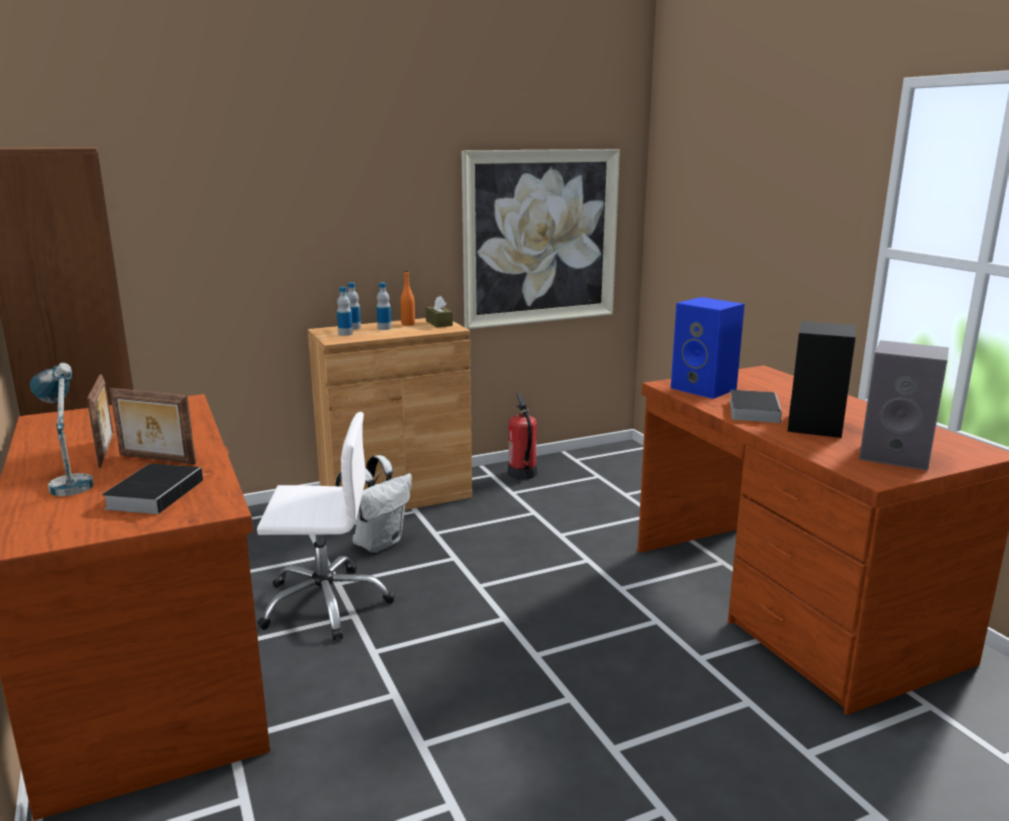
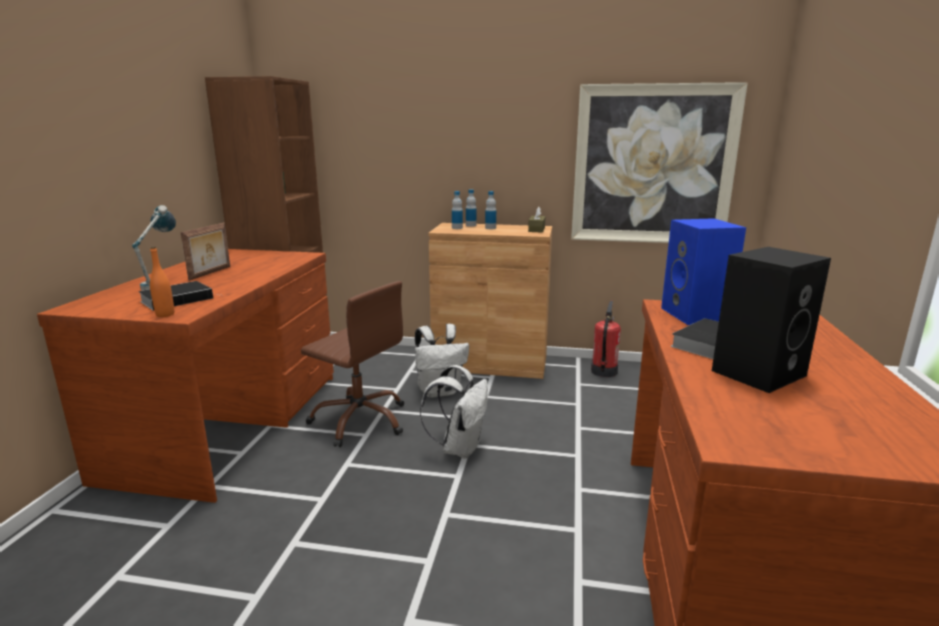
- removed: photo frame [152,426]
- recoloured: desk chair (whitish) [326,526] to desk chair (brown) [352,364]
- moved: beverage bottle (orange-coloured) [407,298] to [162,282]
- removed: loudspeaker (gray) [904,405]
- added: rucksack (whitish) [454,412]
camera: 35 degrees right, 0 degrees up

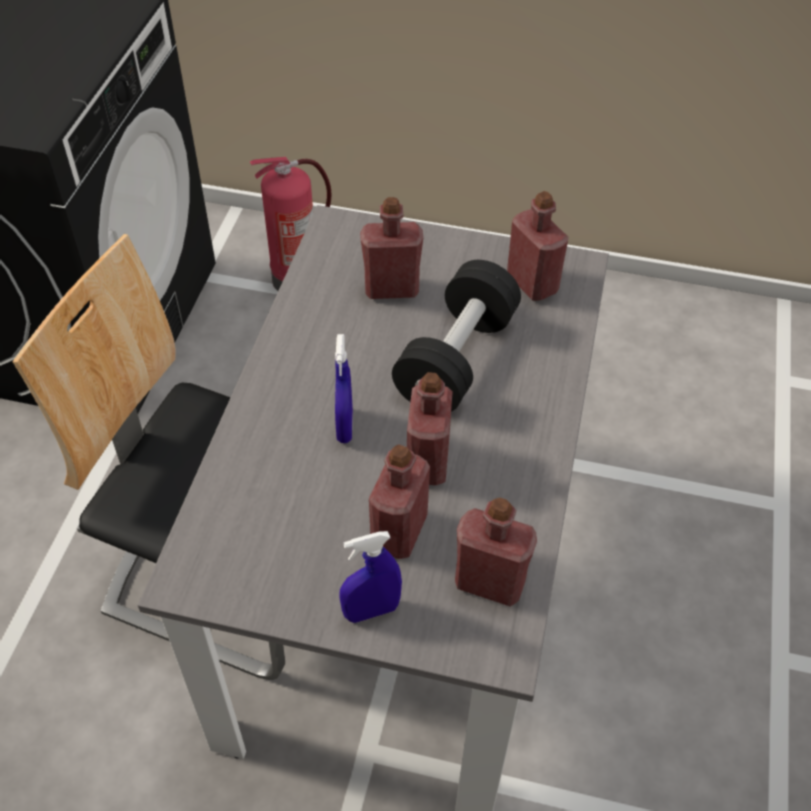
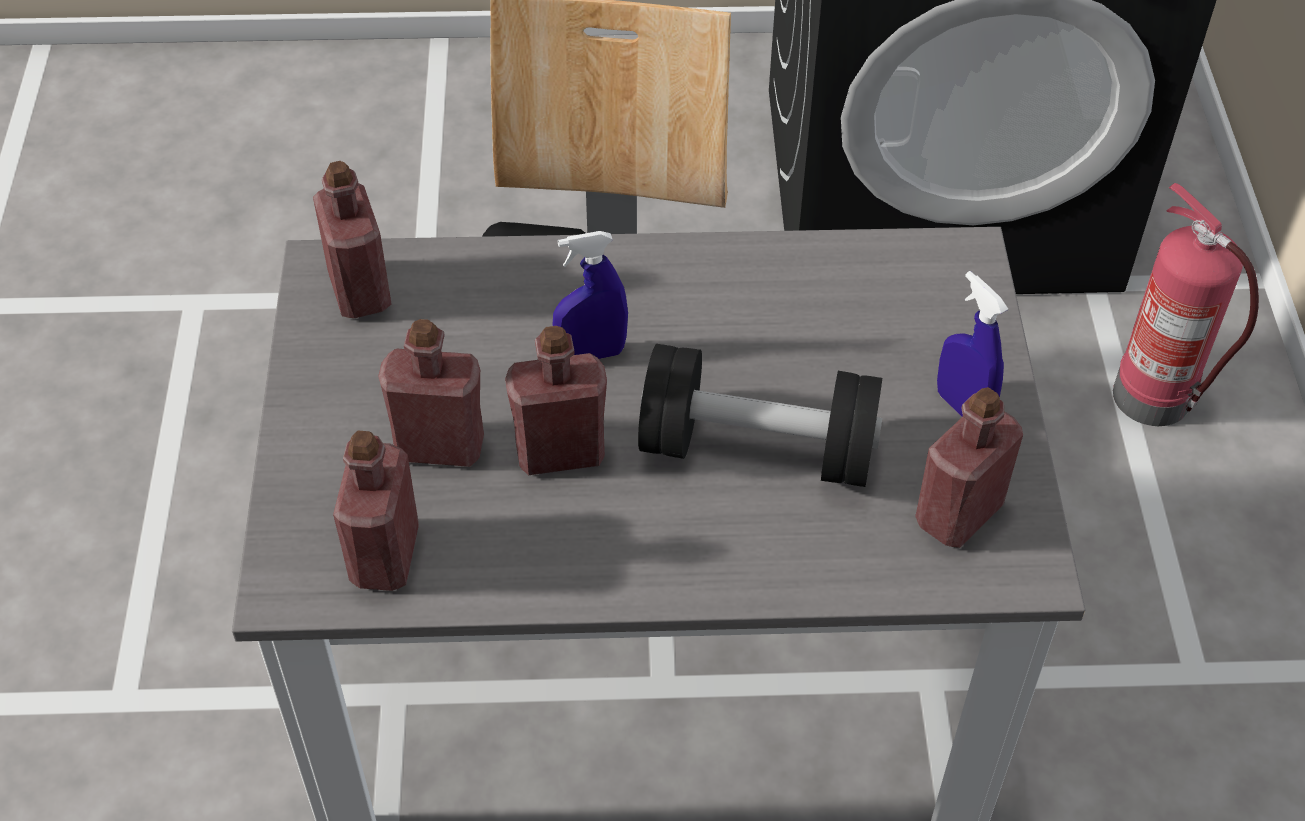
- moved: spray bottle (blue) [370,577] to [972,344]
- moved: beverage bottle (red-coloured) [391,248] to [352,239]
camera: 75 degrees right, 0 degrees up

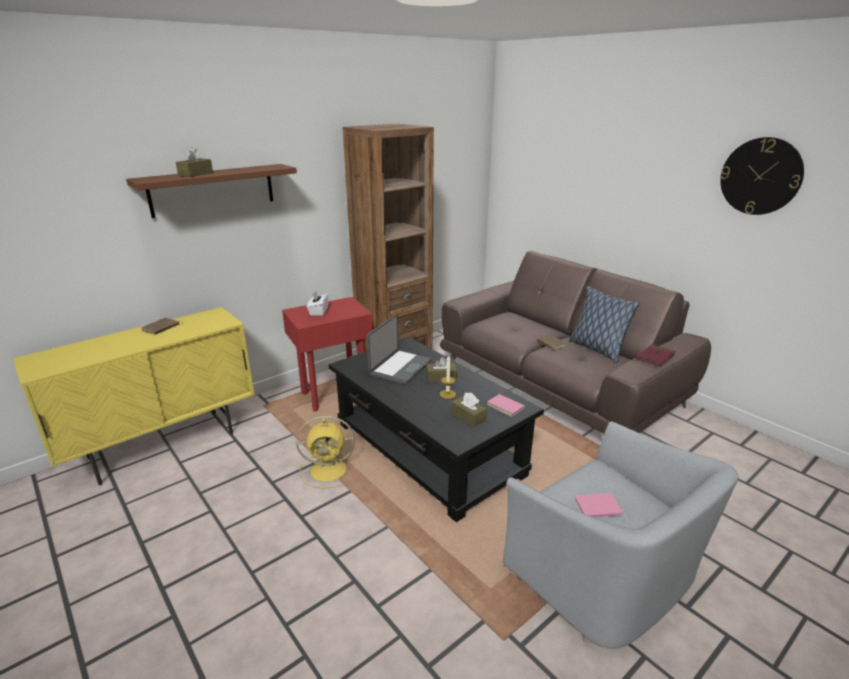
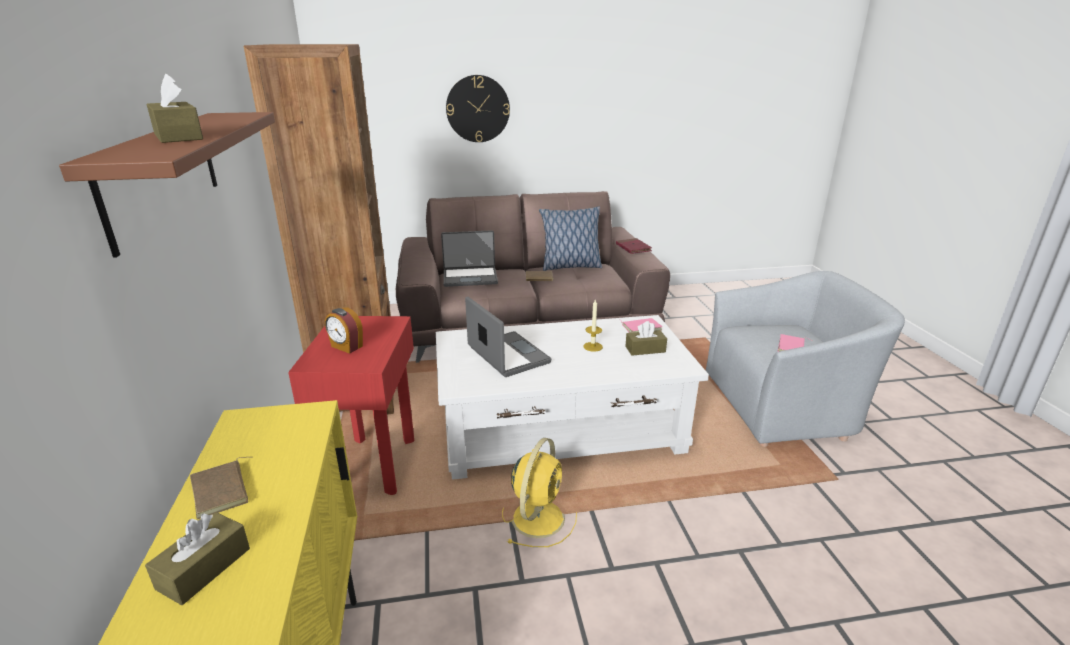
- replaced: tissue box (whitish) [317,303] to alarm clock [344,330]
- recoloured: low table (black-coloured) [436,429] to low table (whitish) [572,397]
- moved: tissue box (brown) [441,369] to [197,558]
- moved: wall clock [762,176] to [478,108]
- added: notebook computer [469,258]
camera: 60 degrees left, 0 degrees up

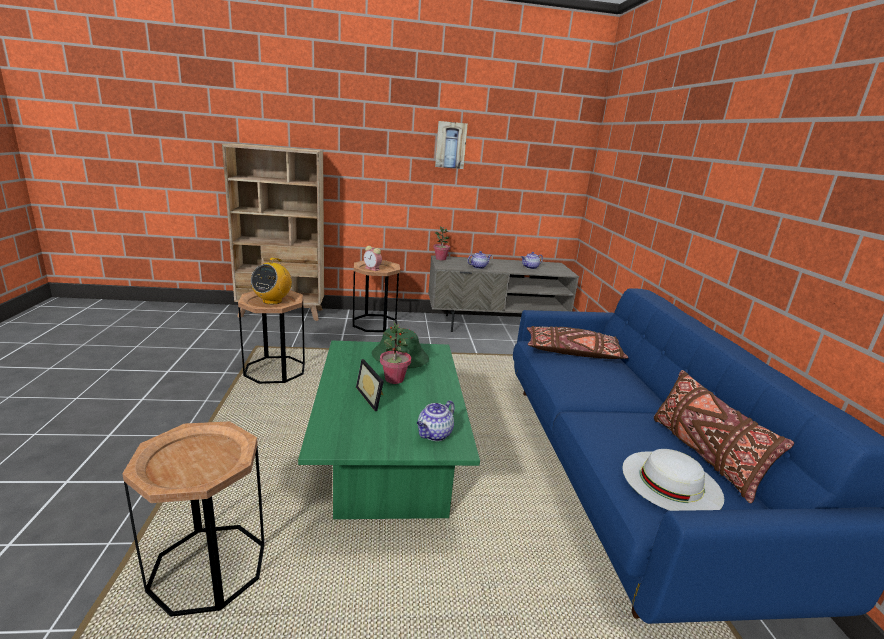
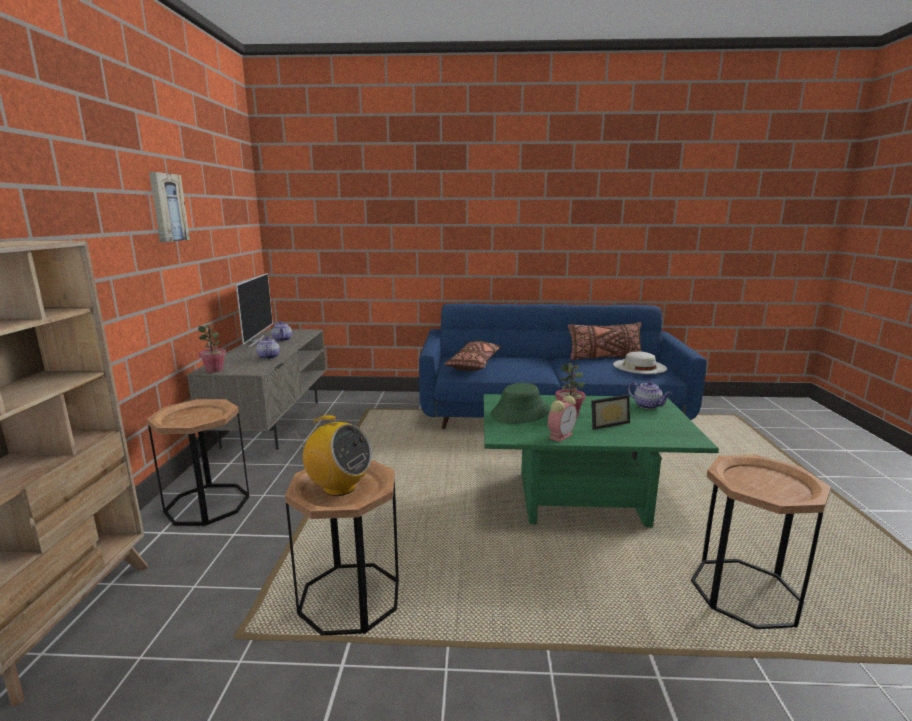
- moved: alarm clock [373,258] to [562,419]
- added: TV [254,310]
camera: 80 degrees left, 5 degrees down

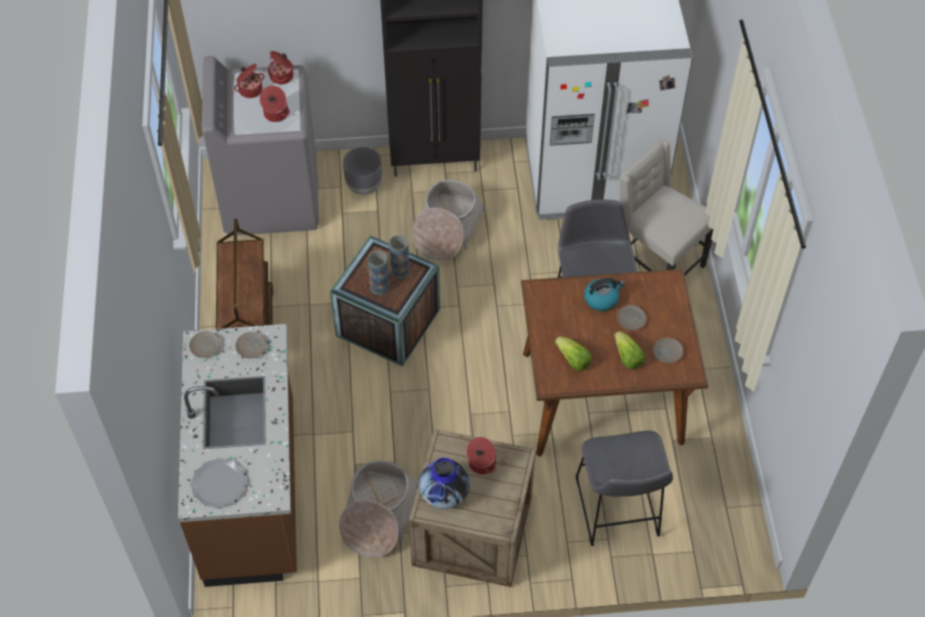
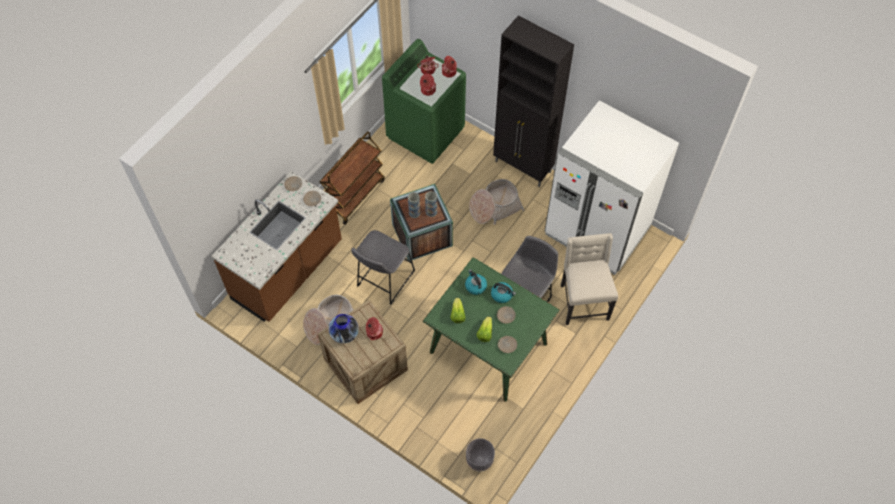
- removed: flat dish [218,483]
- recoloured: washing machine (gray) [260,146] to washing machine (greenish) [424,101]
- moved: plant pot (gray) [362,171] to [480,455]
- recoloured: dinner table (brown) [614,362] to dinner table (greenish) [491,329]
- moved: sitting stool (gray) [624,488] to [383,267]
- added: kettle [476,282]
camera: 40 degrees right, 5 degrees up

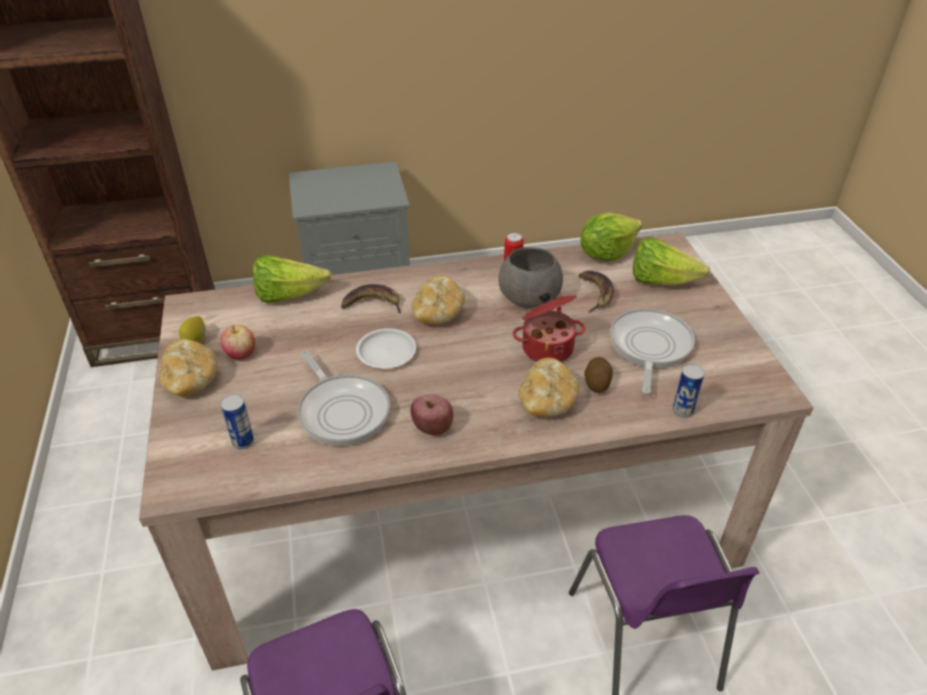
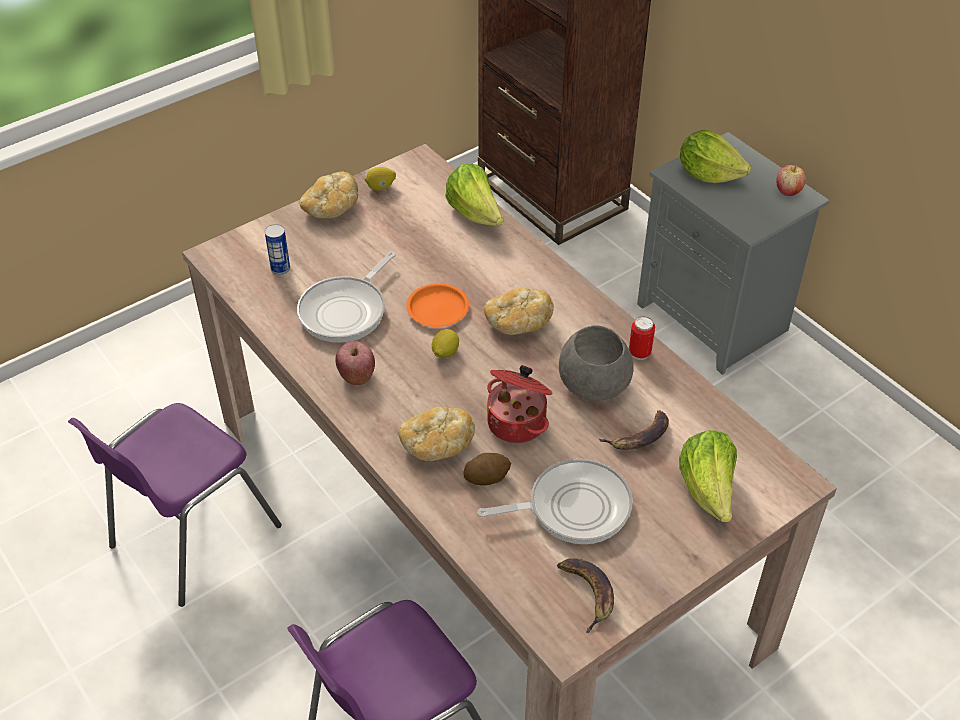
- moved: whole apple [238,342] to [791,180]
- moved: banana fruit [371,299] to [585,595]
- recoloured: flat dish (whitish) [386,348] to flat dish (orange-coloured) [437,305]
- moved: head of lettuce [611,237] to [715,156]
- removed: can [689,391]
- added: lemon [445,343]
camera: 65 degrees right, 5 degrees up

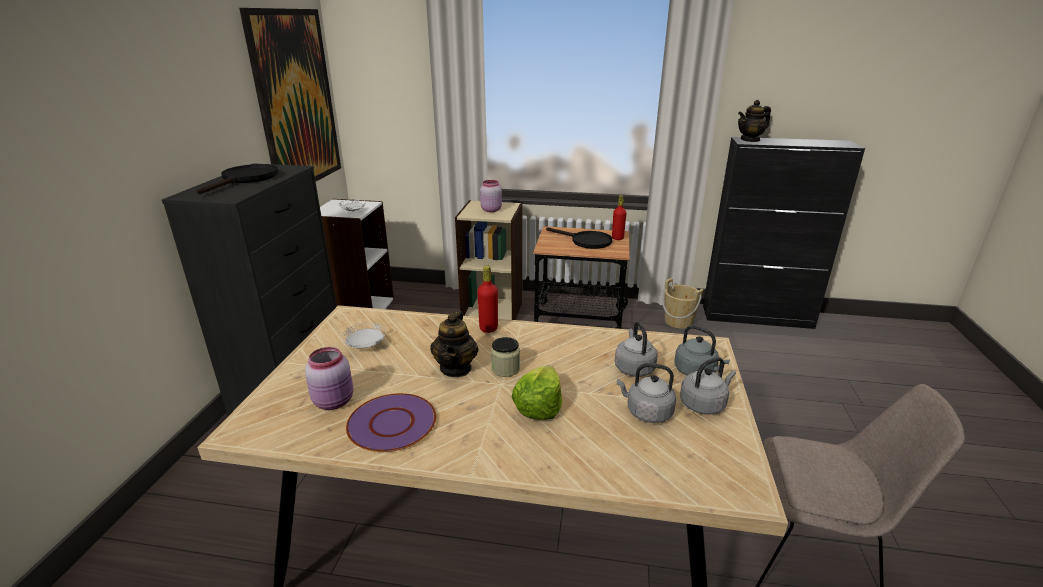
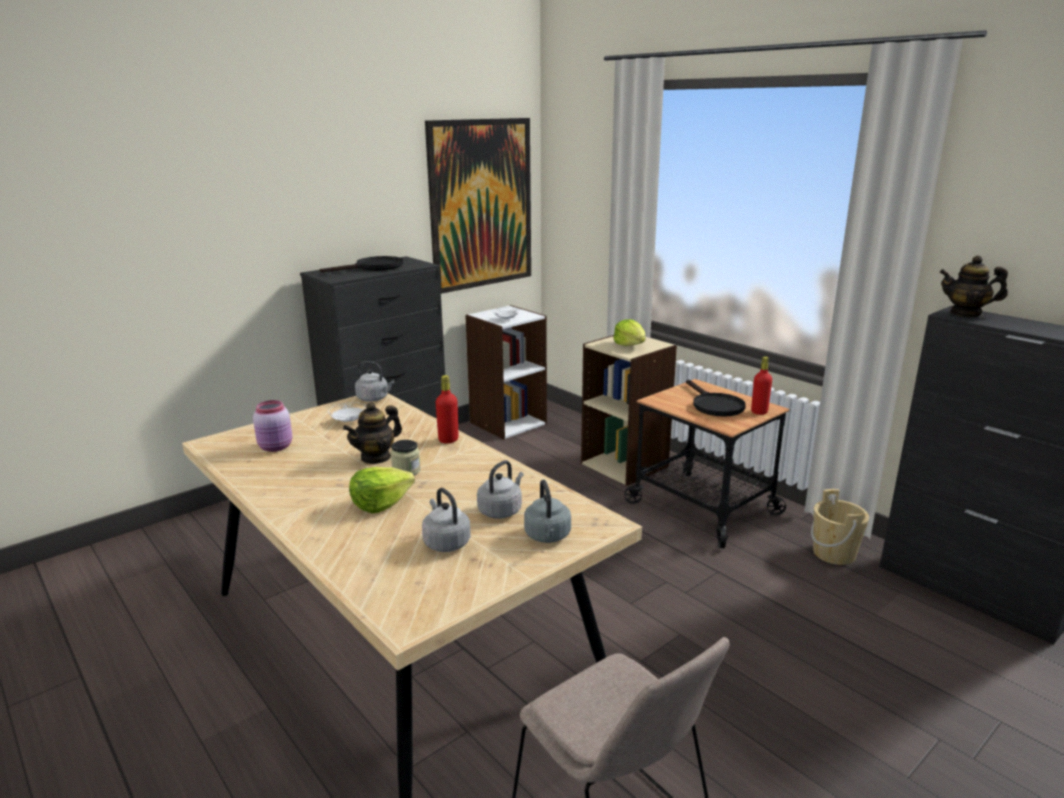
- removed: flat dish (purple) [391,422]
- replaced: preserve jar (pink-coloured) [491,196] to head of lettuce [629,332]
- moved: kettle (gray) [708,386] to [374,381]
camera: 40 degrees right, 5 degrees down

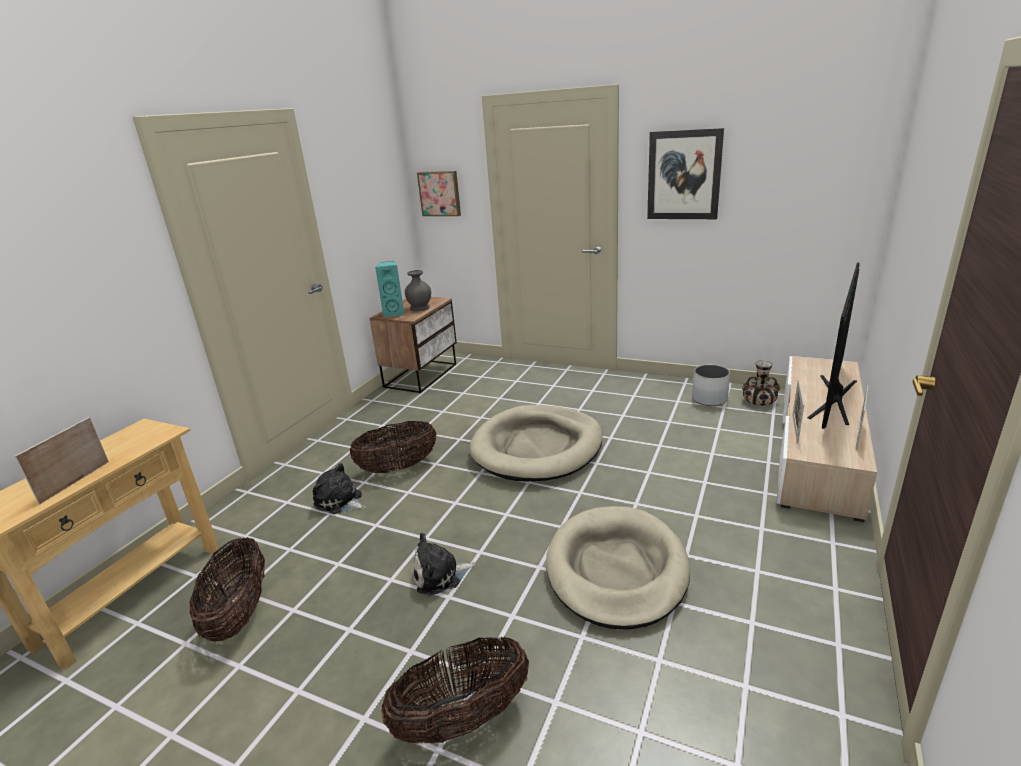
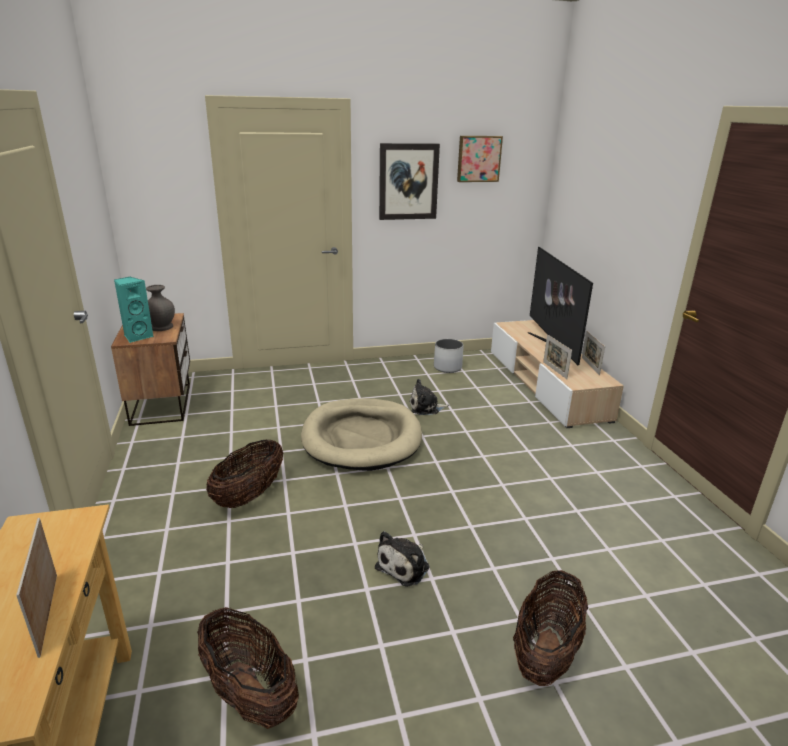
- moved: plush toy [339,488] to [429,397]
- moved: wall picture [439,193] to [480,159]
- removed: dog cushion (beige) [618,568]
- removed: decorative vase [761,383]
camera: 40 degrees left, 0 degrees up

